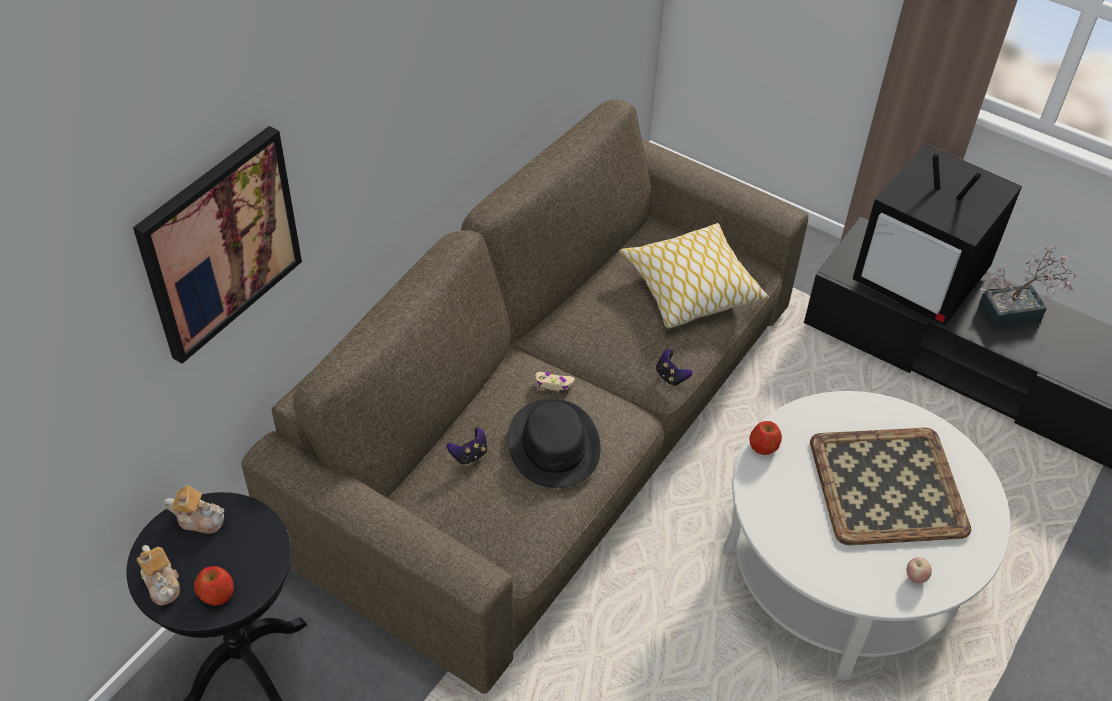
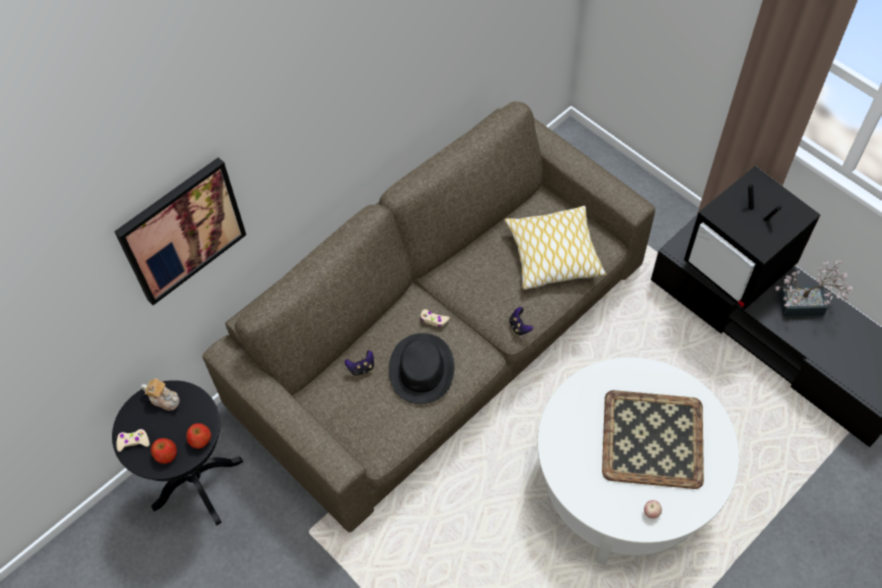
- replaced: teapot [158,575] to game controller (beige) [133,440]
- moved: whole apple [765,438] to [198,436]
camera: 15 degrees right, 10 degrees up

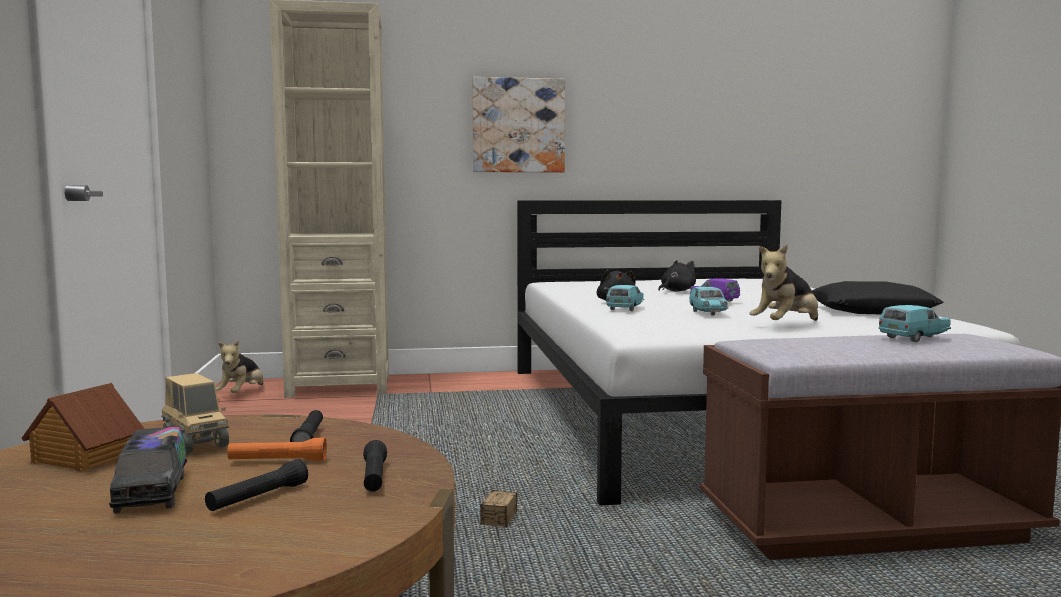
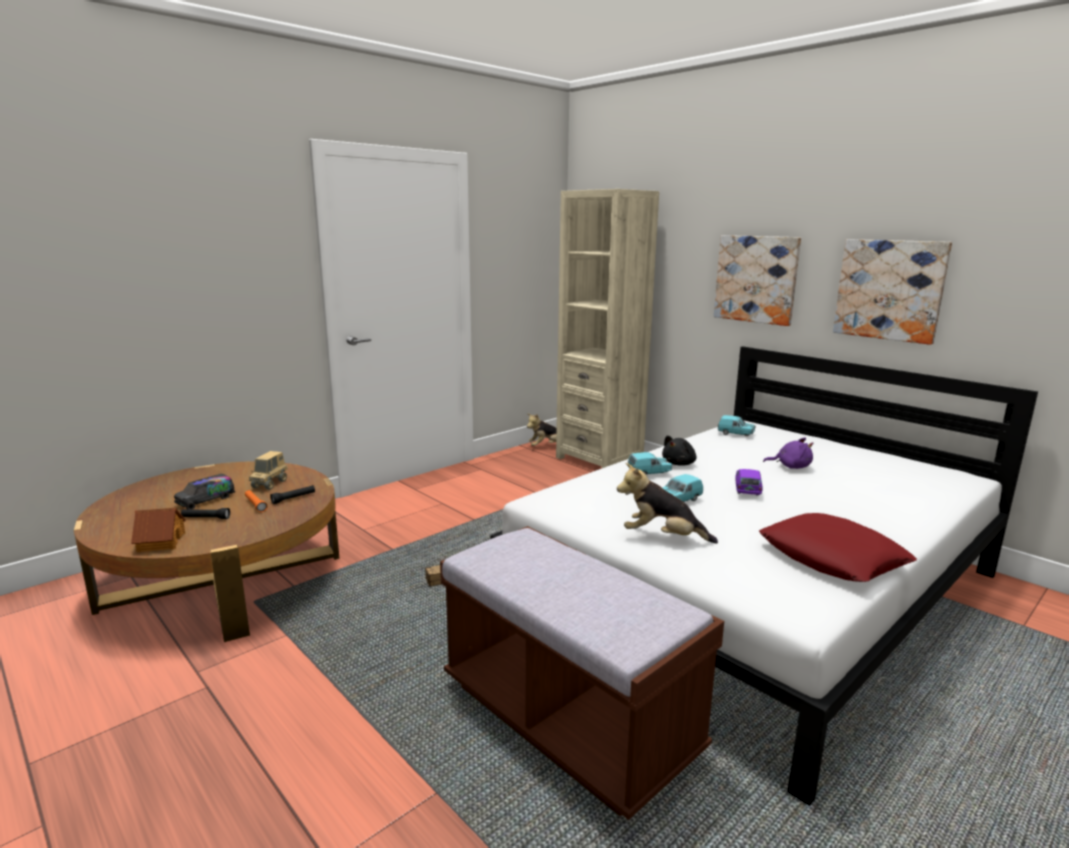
- moved: toy house [83,427] to [158,530]
- removed: hand torch (black-coloured) [375,466]
- recoloured: plush toy (black-coloured) [677,276] to plush toy (purple) [788,453]
- recoloured: throw pillow (black-coloured) [877,297] to throw pillow (red-coloured) [838,547]
- moved: toy car (turquoise-coloured) [915,323] to [736,425]
- added: wall picture [892,292]
camera: 55 degrees right, 10 degrees up

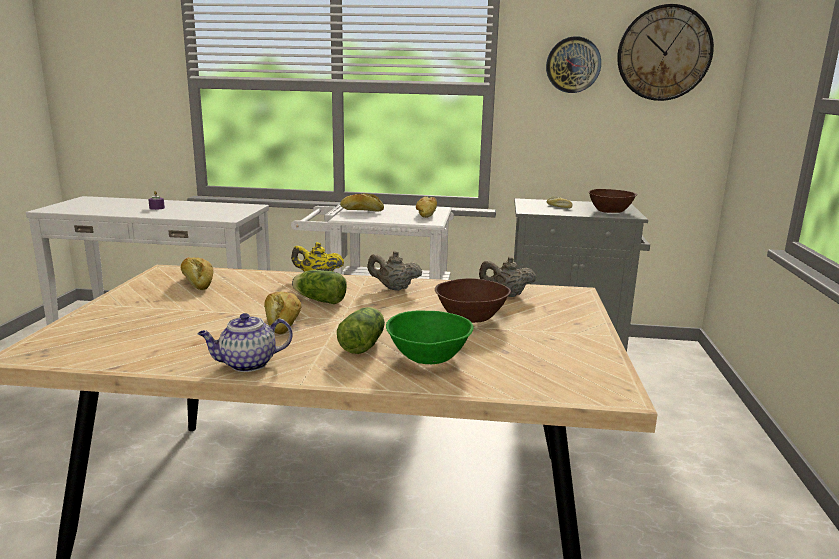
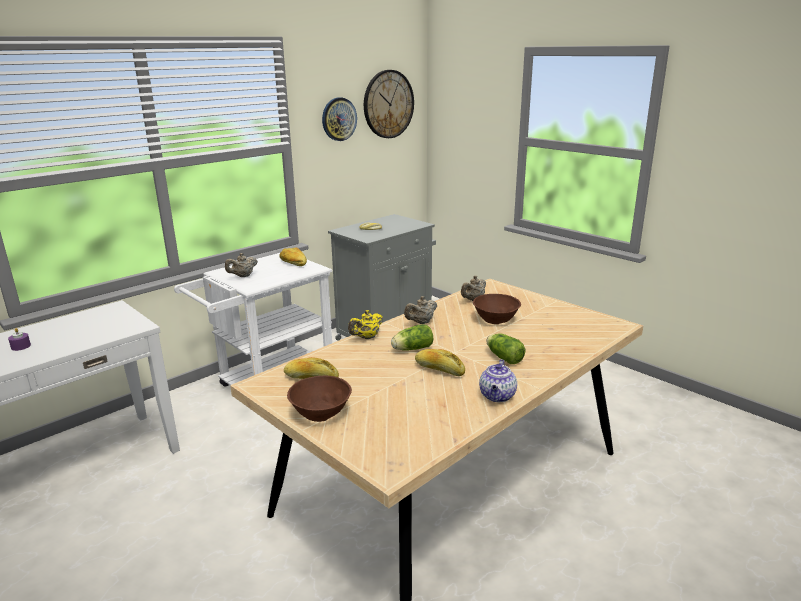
- replaced: bakery bread [362,203] to teapot (beige) [241,265]
- removed: deep dish (greenish) [429,337]
- moved: deep dish (brown) [612,201] to [319,399]
camera: 50 degrees left, 5 degrees up

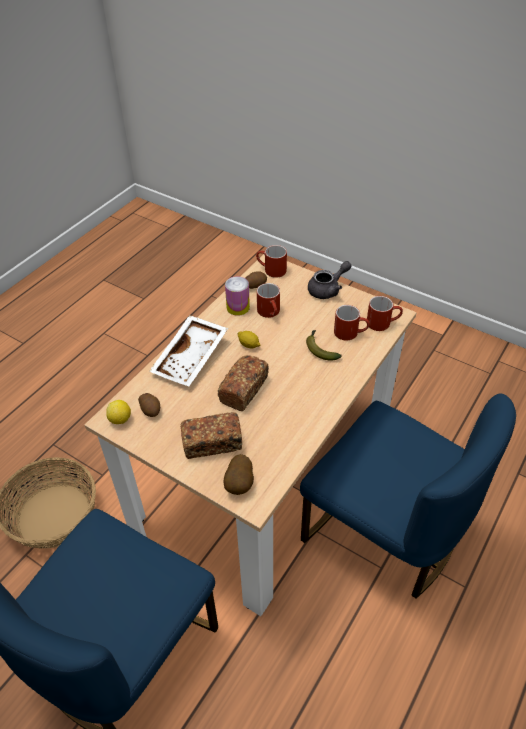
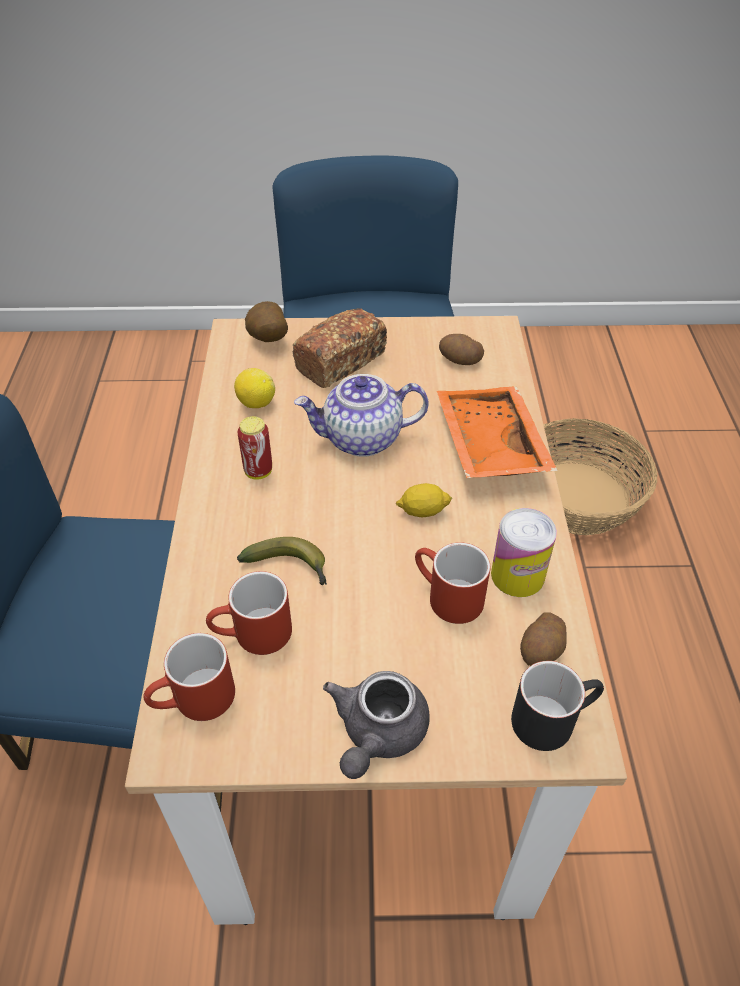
- moved: lemon [118,412] to [254,388]
- recoloured: carrying tray (whitish) [188,350] to carrying tray (orange-coloured) [497,432]
- replaced: bakery bread [243,383] to teapot [361,415]
- recoloured: coffee mug (red-coloured) [271,261] to coffee mug (black-coloured) [557,706]
- added: can [255,448]
camera: 145 degrees right, 0 degrees up

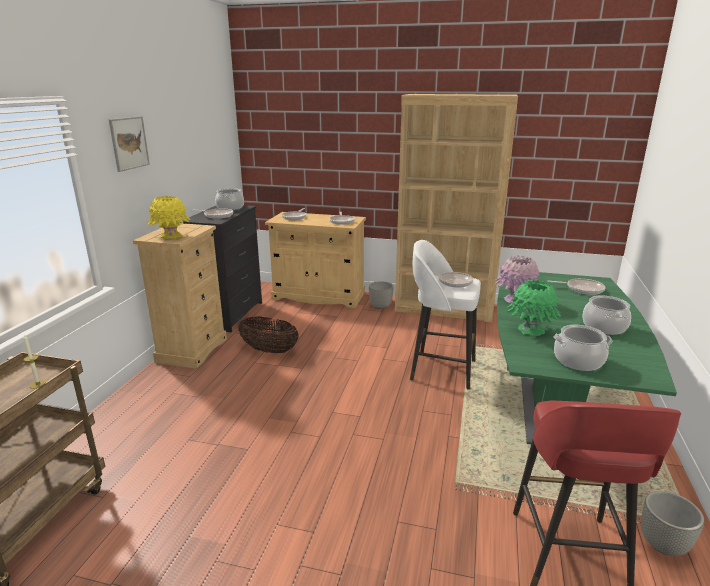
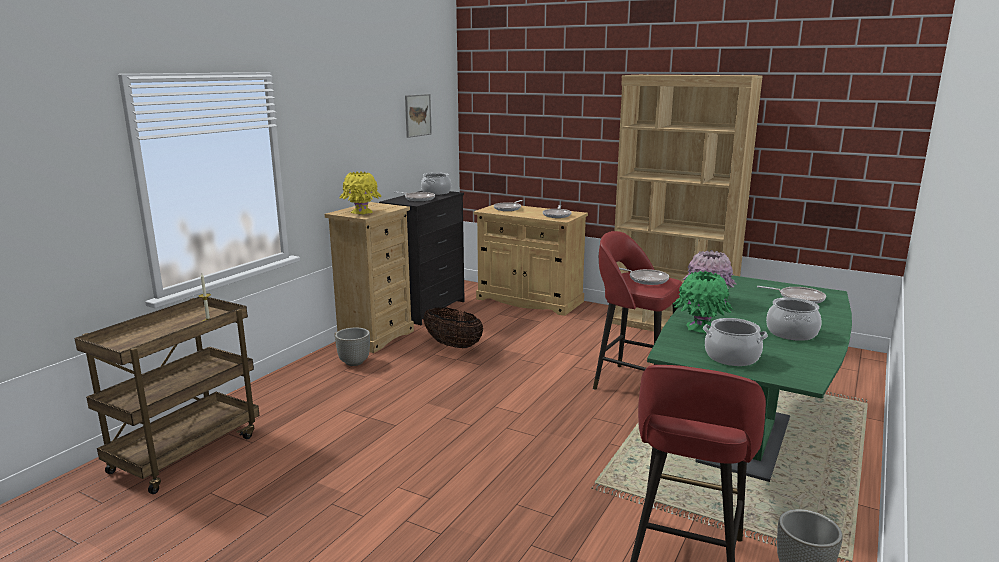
- moved: wall picture [129,144] to [418,116]
- moved: plant pot (gray) [381,295] to [352,347]
- recoloured: sitting stool (whitish) [445,315] to sitting stool (red-coloured) [638,310]
camera: 15 degrees right, 5 degrees down

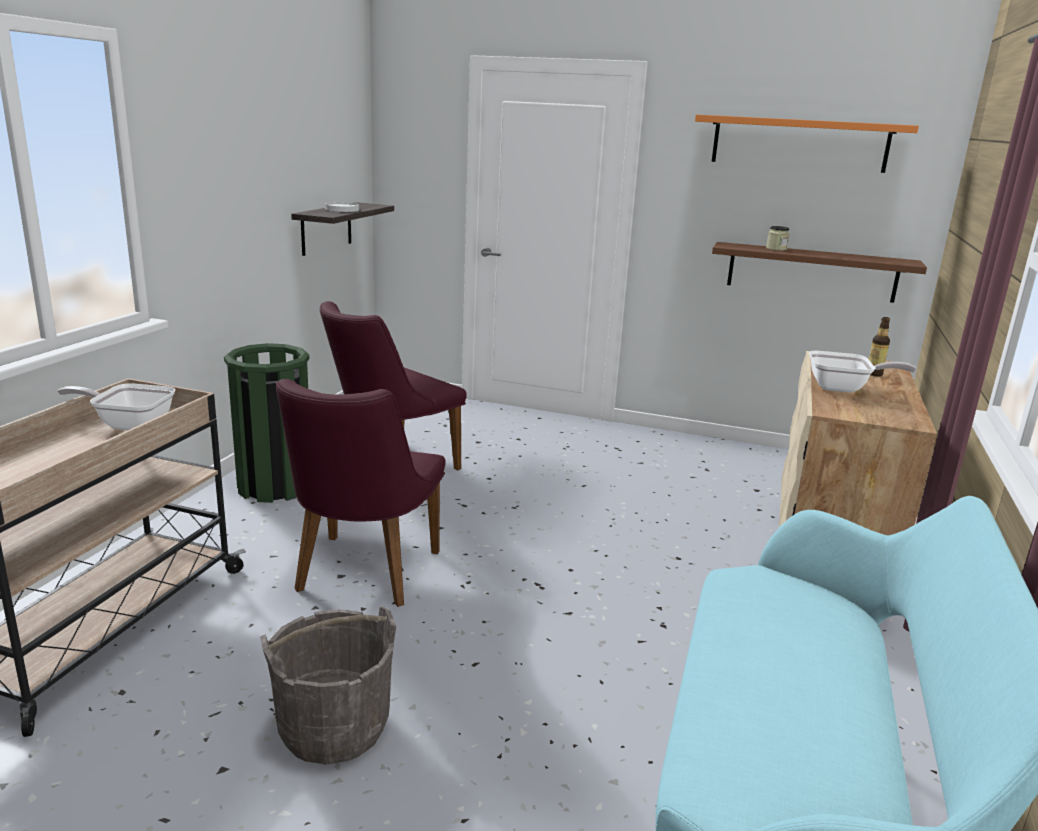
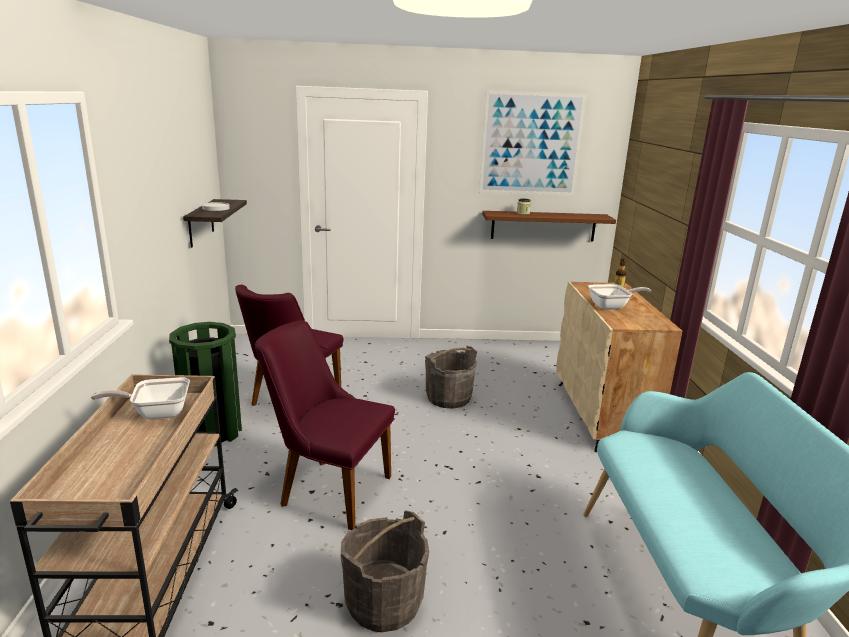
- turned: upright chair (purple) [361,493] = [325,425] 120 degrees clockwise
- replaced: shelf (orange-coloured) [807,144] to wall picture [532,143]
- added: water bucket (gray) [451,377]
camera: 20 degrees left, 0 degrees up

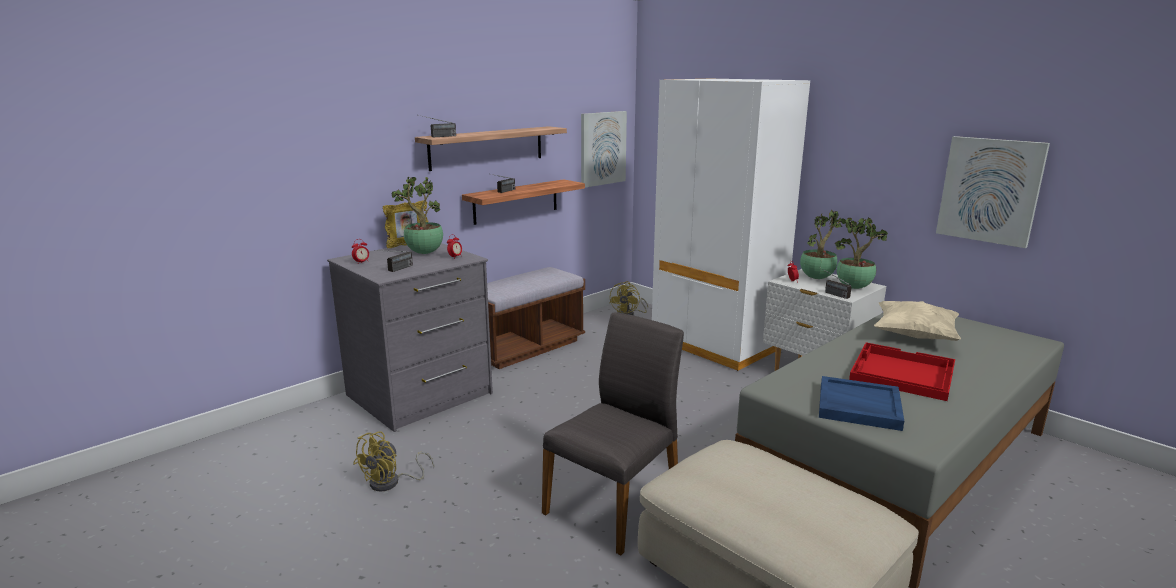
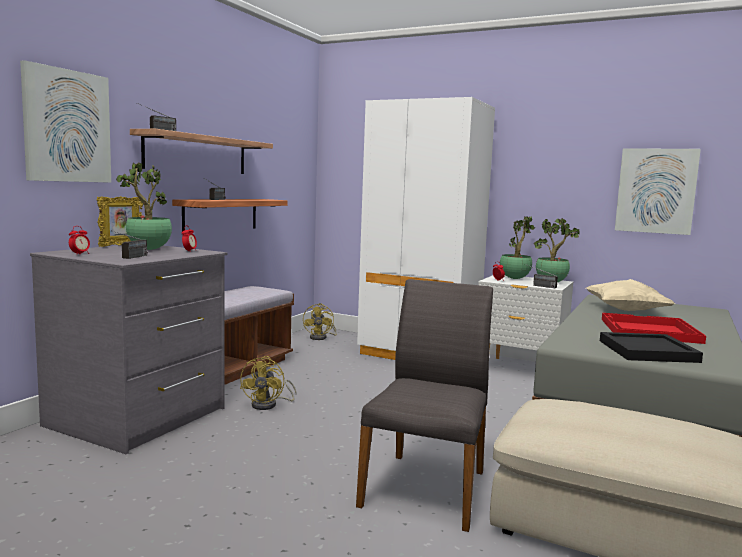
- moved: electric fan (yellowish) [394,461] to [268,383]
- moved: wall picture [604,149] to [65,121]
- recoloured: carrying tray (blue) [861,403] to carrying tray (black-coloured) [651,347]
camera: 20 degrees left, 10 degrees down

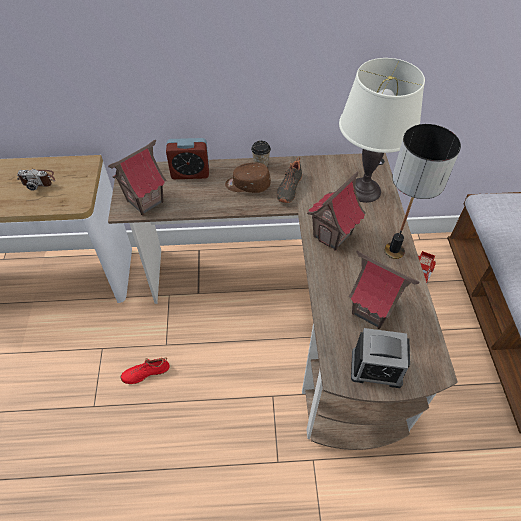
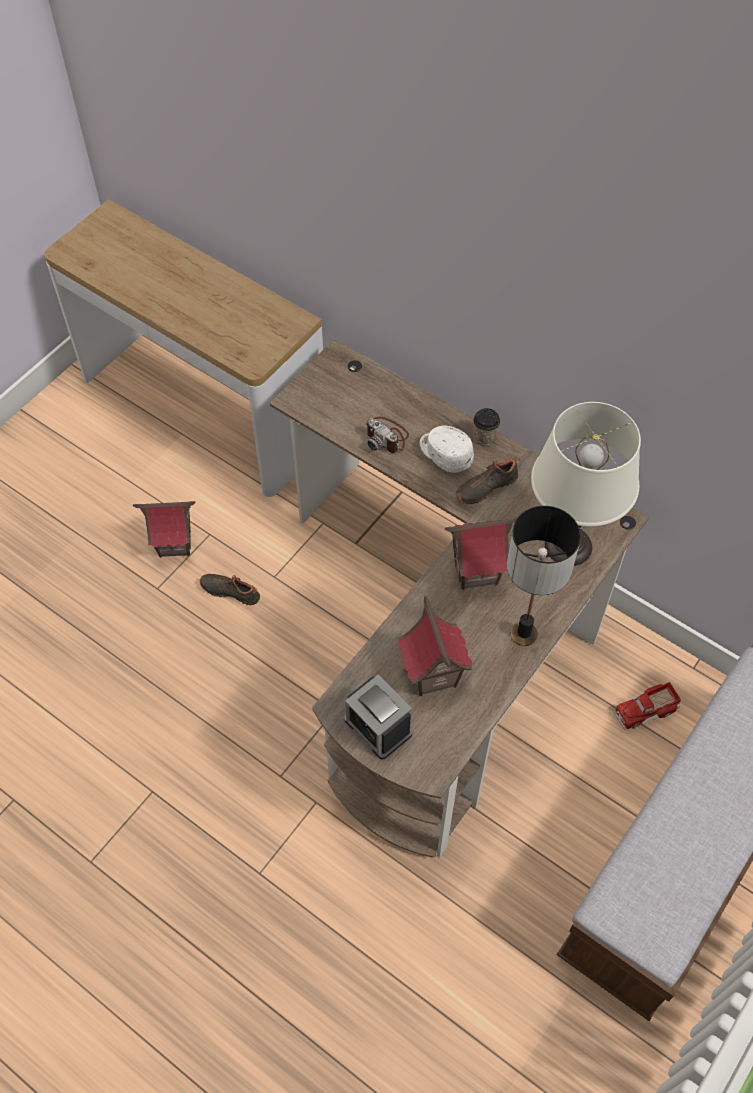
- moved: photo camera [36,180] to [387,435]
- moved: toy house [137,177] to [164,529]
- recoloured: item of footwear (red-coloured) [145,370] to item of footwear (black-coloured) [230,590]
- removed: alarm clock [187,158]
- recoloured: peaked cap (brown) [248,178] to peaked cap (whitish) [447,449]
camera: 40 degrees right, 5 degrees up

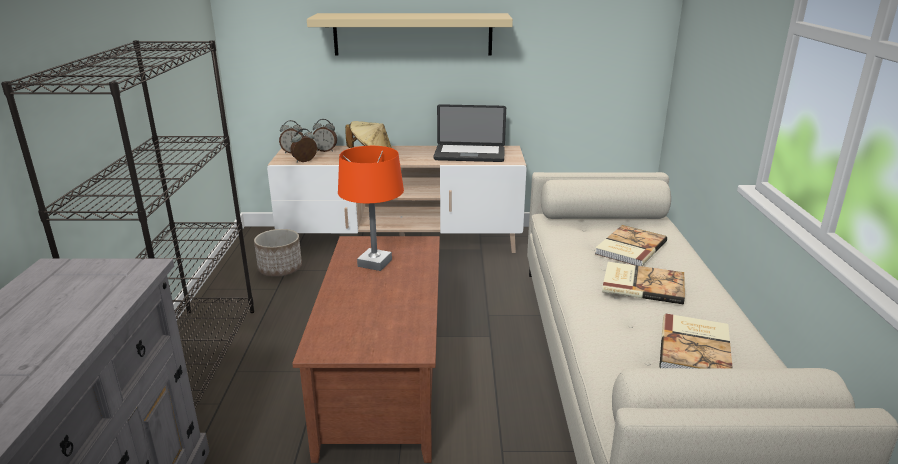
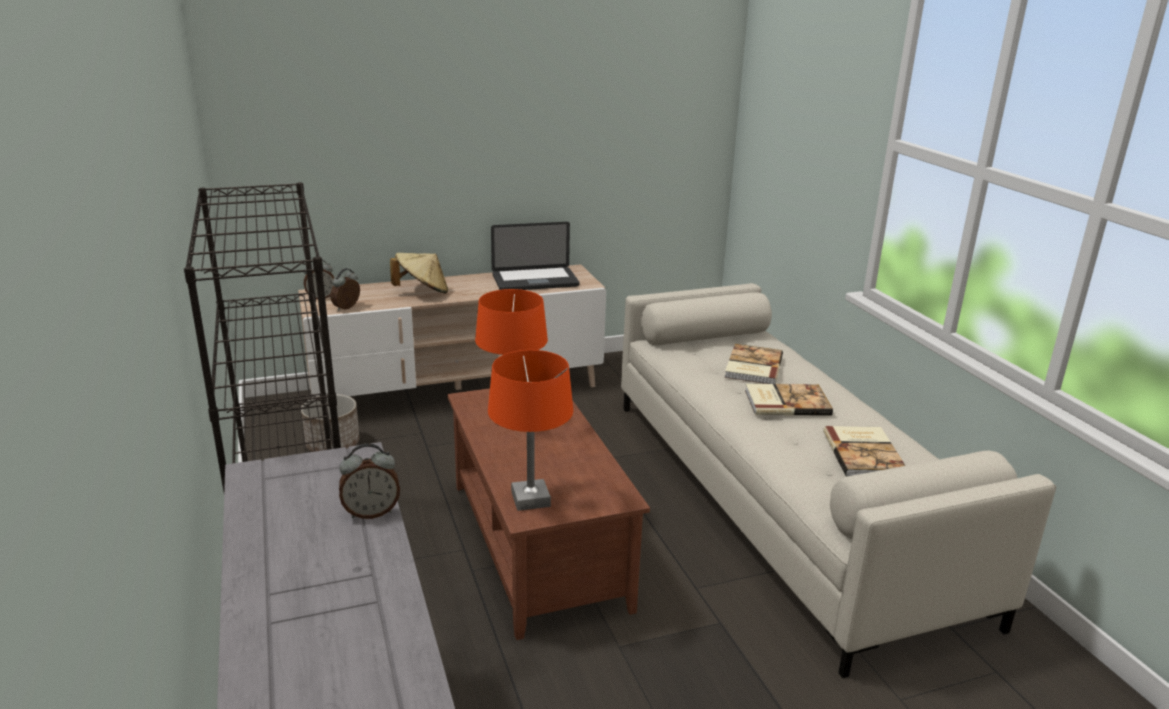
- removed: shelf (beige) [410,34]
- moved: alarm clock [325,135] to [369,481]
- added: tabletop lamp (orange-coloured) [530,430]
camera: 20 degrees left, 0 degrees up

